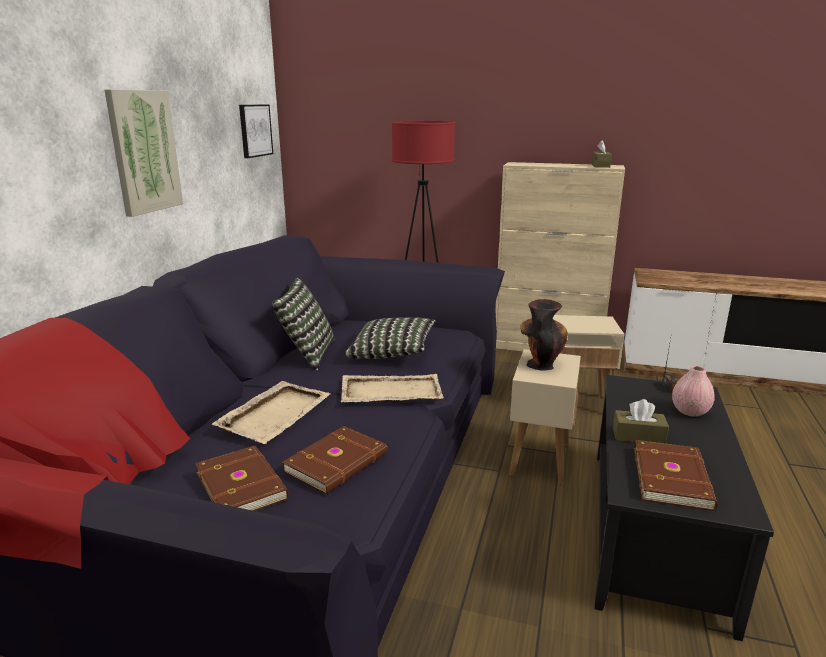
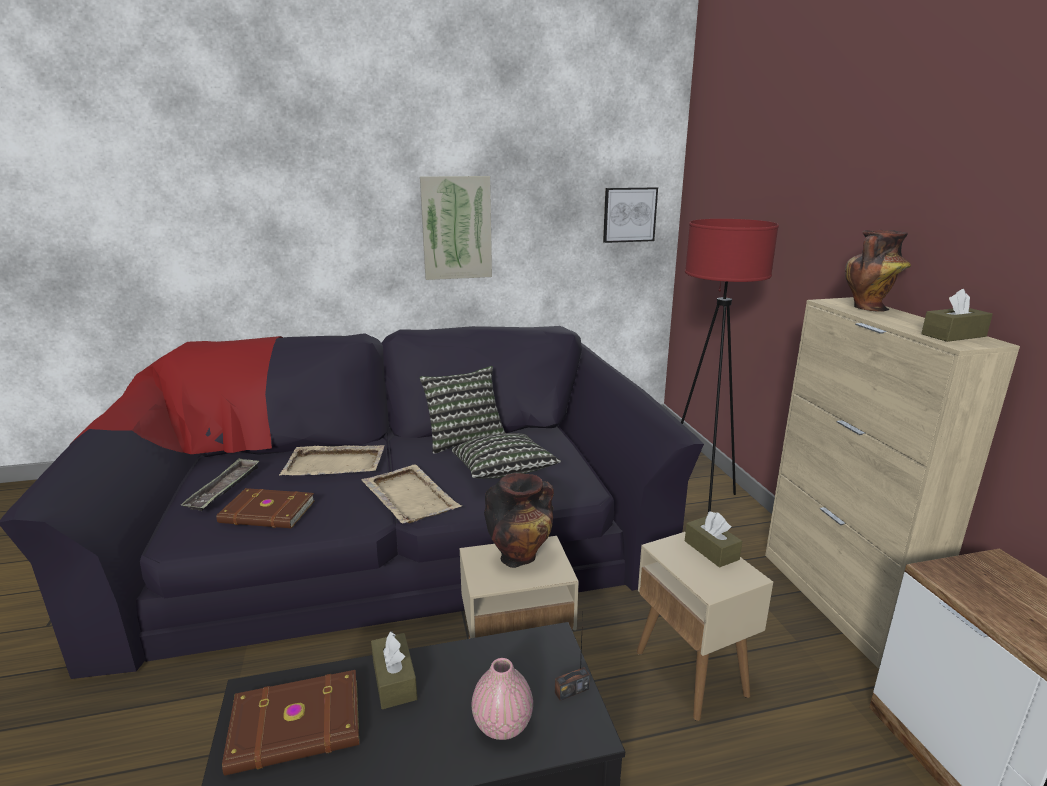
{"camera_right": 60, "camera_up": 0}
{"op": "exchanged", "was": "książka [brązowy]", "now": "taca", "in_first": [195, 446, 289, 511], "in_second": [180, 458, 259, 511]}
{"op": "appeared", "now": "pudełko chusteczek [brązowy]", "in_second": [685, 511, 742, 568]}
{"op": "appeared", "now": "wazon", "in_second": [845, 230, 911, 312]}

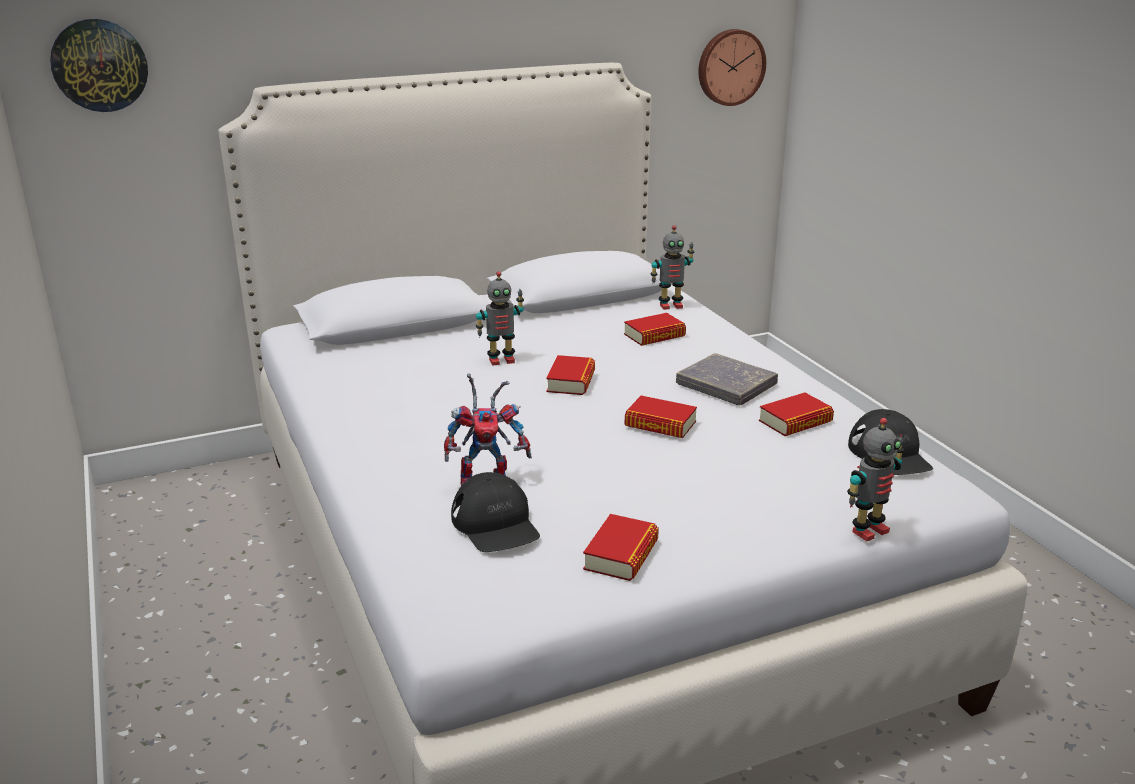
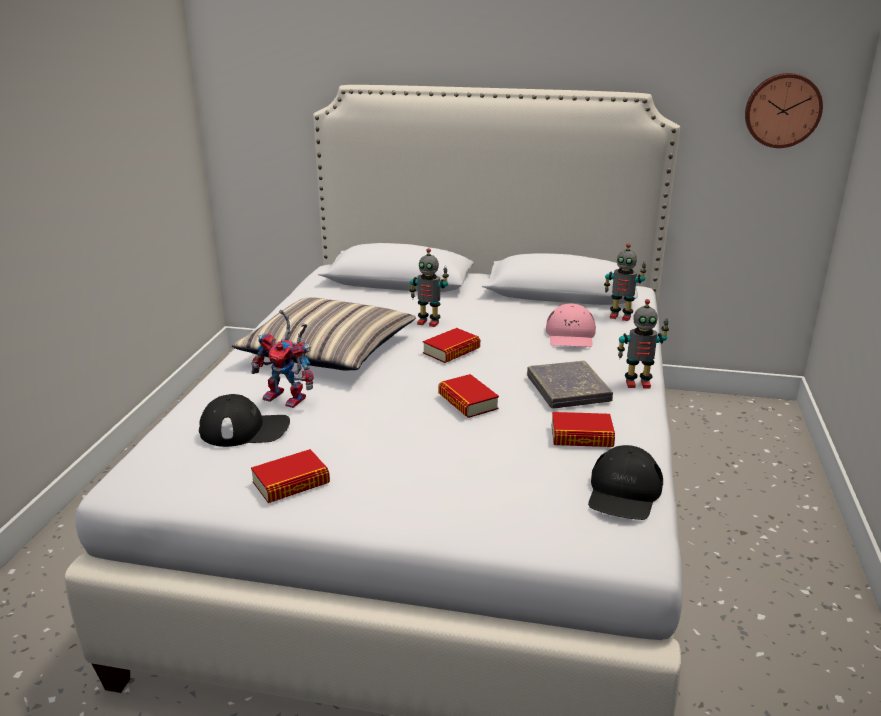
{"camera_right": 35, "camera_up": 0}
{"op": "missing", "was": "zegar ścienny", "in_first": [50, 19, 148, 112]}
{"op": "spun", "was": "czapka z daszkiem [czarny]", "in_first": [451, 472, 540, 552], "in_second": [199, 394, 290, 447], "clockwise": -105}
{"op": "exchanged", "was": "książka", "now": "czapka z daszkiem [różowy]", "in_first": [624, 313, 686, 346], "in_second": [546, 304, 596, 347]}
{"op": "relocated", "was": "robot zabawkowy", "in_first": [847, 418, 904, 541], "in_second": [617, 299, 669, 389]}
{"op": "appeared", "now": "poduszka", "in_second": [232, 297, 416, 371]}

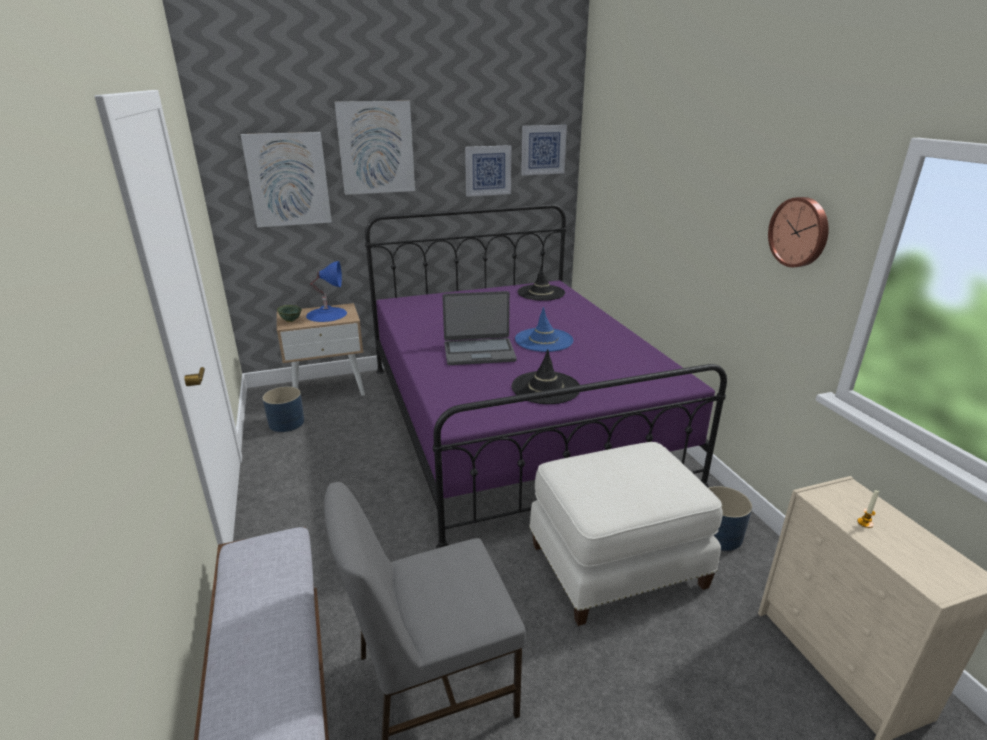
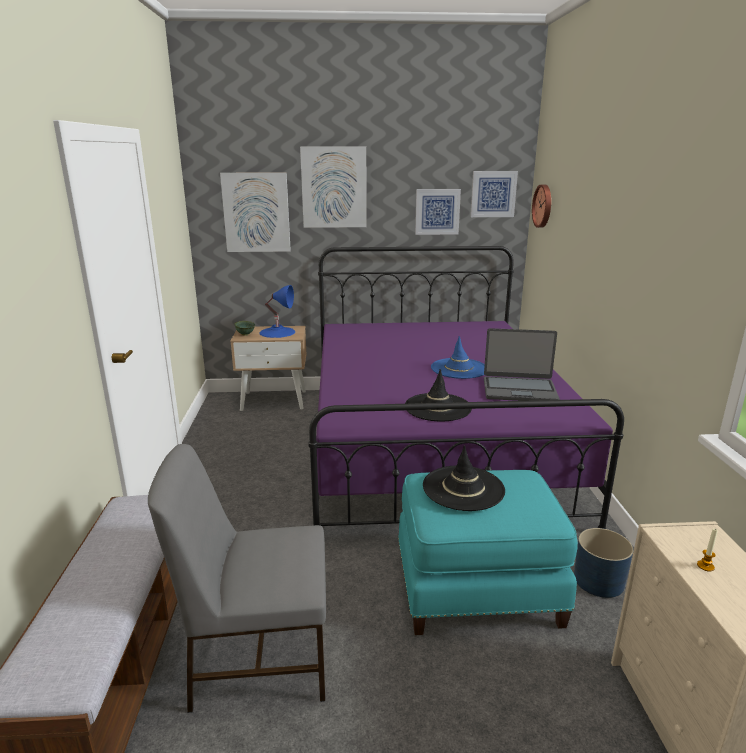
{"camera_right": 15, "camera_up": -5}
{"op": "missing", "was": "donica [niebieski]", "in_first": [262, 387, 304, 432]}
{"op": "relocated", "was": "laptop", "in_first": [442, 291, 517, 365], "in_second": [484, 328, 560, 401]}
{"op": "relocated", "was": "kapelusz [czarny]", "in_first": [517, 265, 565, 301], "in_second": [423, 445, 505, 511]}
{"op": "colour", "was": "pufa [biały]", "now": "pufa [turkusowy]", "in_first": [529, 442, 723, 626], "in_second": [398, 470, 578, 635]}
{"op": "relocated", "was": "zegar ścienny", "in_first": [768, 197, 829, 267], "in_second": [532, 185, 551, 228]}

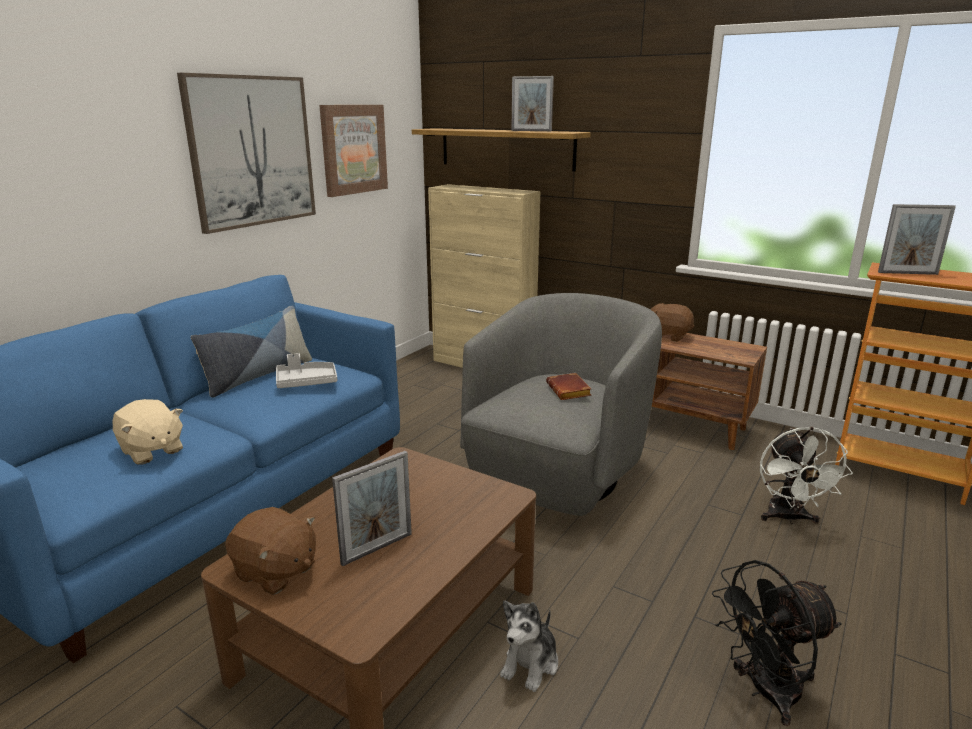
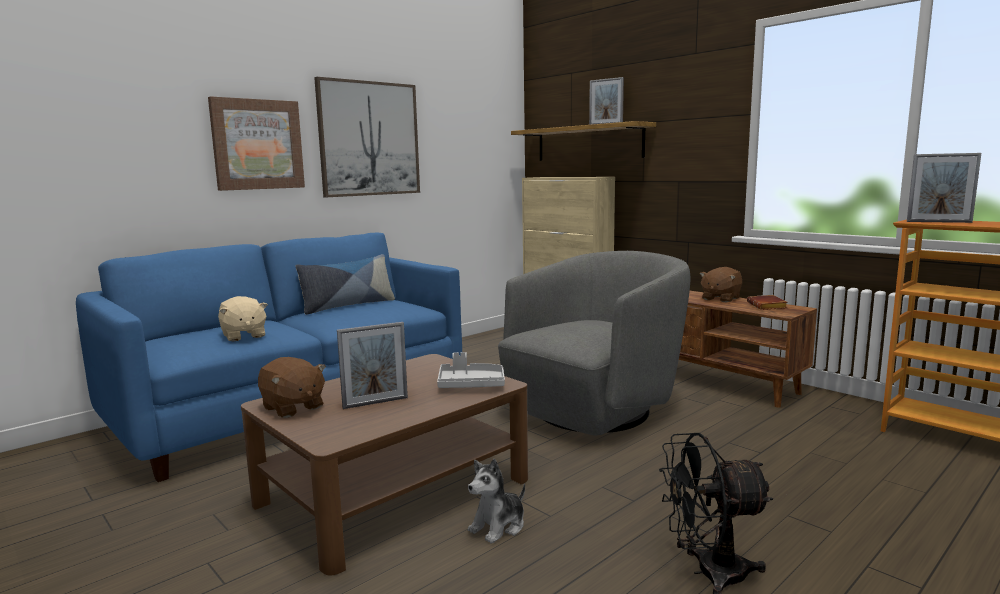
{"camera_right": 15, "camera_up": -10}
{"op": "relocated", "was": "taca [szary]", "in_first": [276, 353, 337, 388], "in_second": [437, 352, 505, 388]}
{"op": "relocated", "was": "obraz", "in_first": [319, 105, 388, 197], "in_second": [208, 96, 305, 191]}
{"op": "relocated", "was": "książka [brązowy]", "in_first": [546, 373, 591, 400], "in_second": [747, 295, 788, 310]}
{"op": "spun", "was": "pluszak [brązowy]", "in_first": [650, 303, 694, 342], "in_second": [700, 267, 742, 302], "clockwise": -90}
{"op": "missing", "was": "wentylator [biały]", "in_first": [760, 427, 853, 524]}

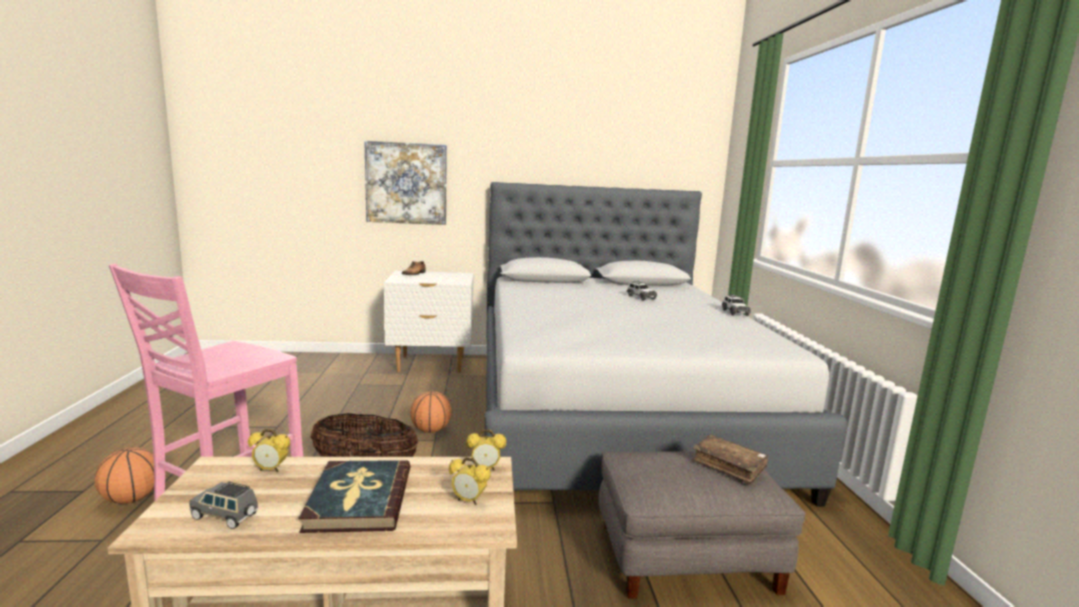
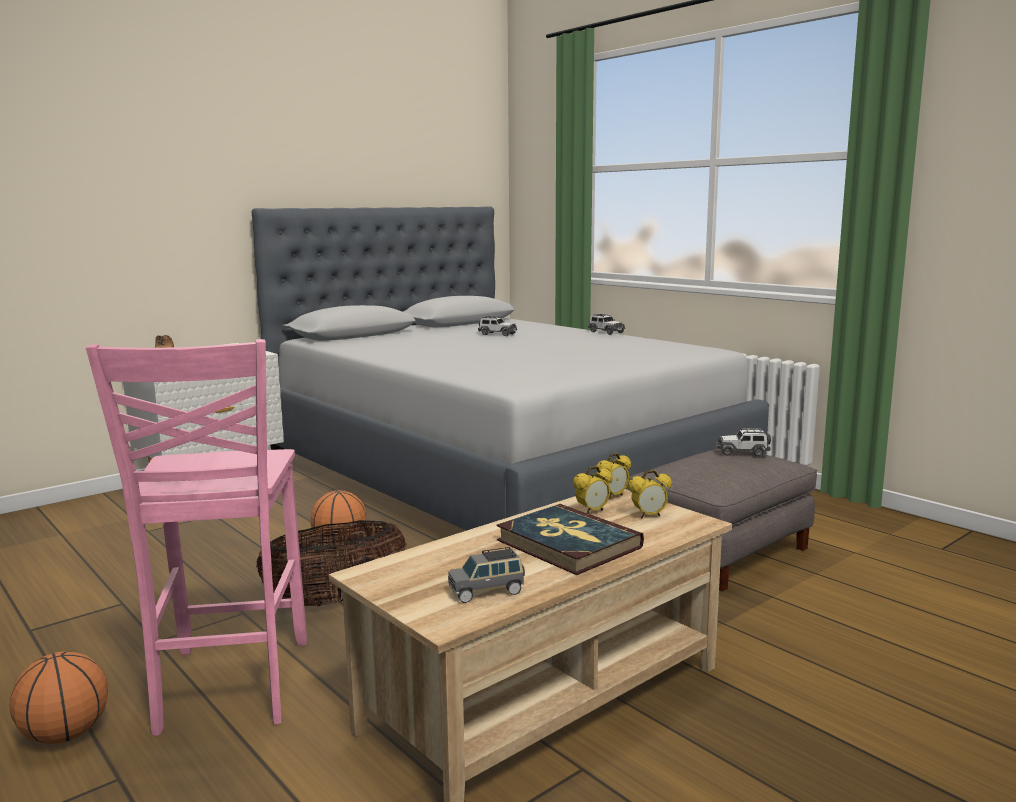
{"camera_right": -35, "camera_up": 0}
{"op": "relocated", "was": "budzik", "in_first": [248, 429, 290, 472], "in_second": [573, 465, 613, 513]}
{"op": "missing", "was": "obraz", "in_first": [364, 141, 447, 225]}
{"op": "exchanged", "was": "książka [brązowy]", "now": "samochodzik", "in_first": [691, 435, 768, 485], "in_second": [716, 428, 771, 456]}

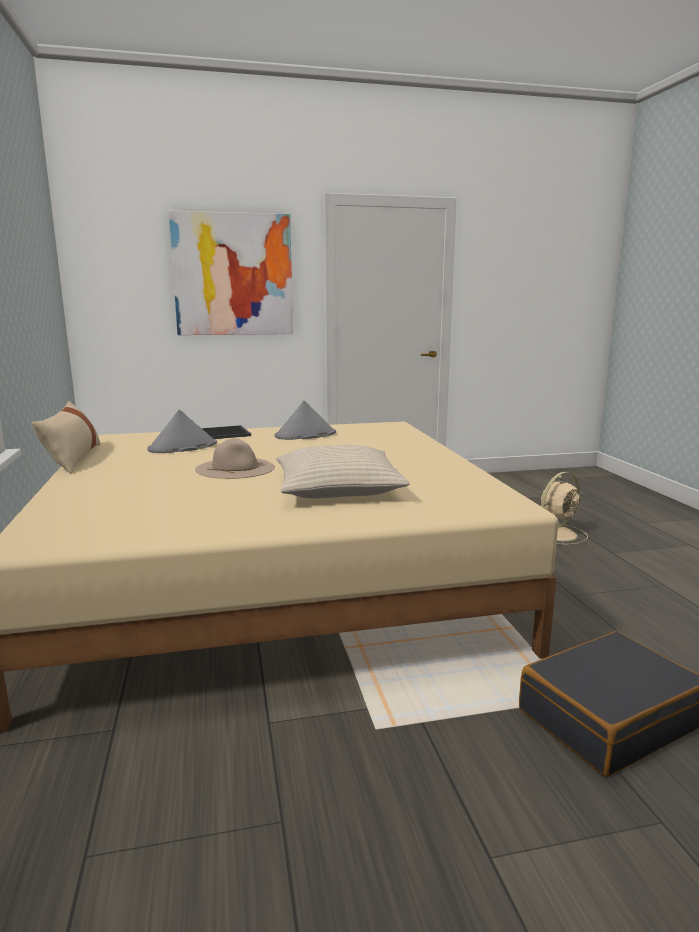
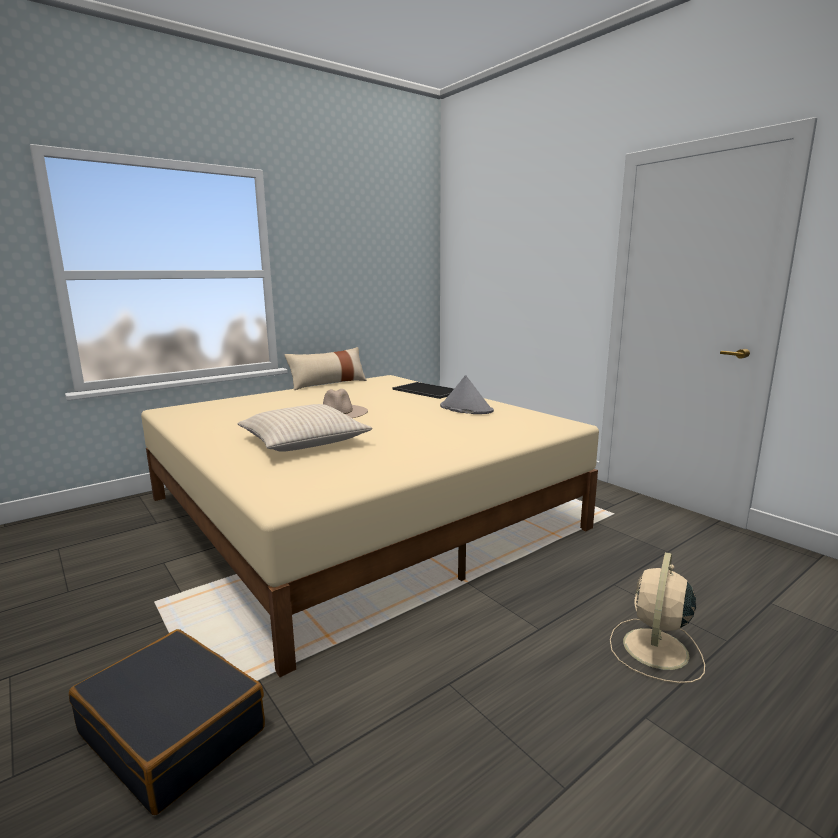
{"camera_right": 65, "camera_up": 0}
{"op": "missing", "was": "kapelusz [szary]", "in_first": [147, 410, 217, 453]}
{"op": "missing", "was": "obraz", "in_first": [169, 211, 293, 335]}
{"op": "spun", "was": "wentylator [beżowy]", "in_first": [541, 472, 588, 545], "in_second": [610, 552, 705, 683], "clockwise": 90}

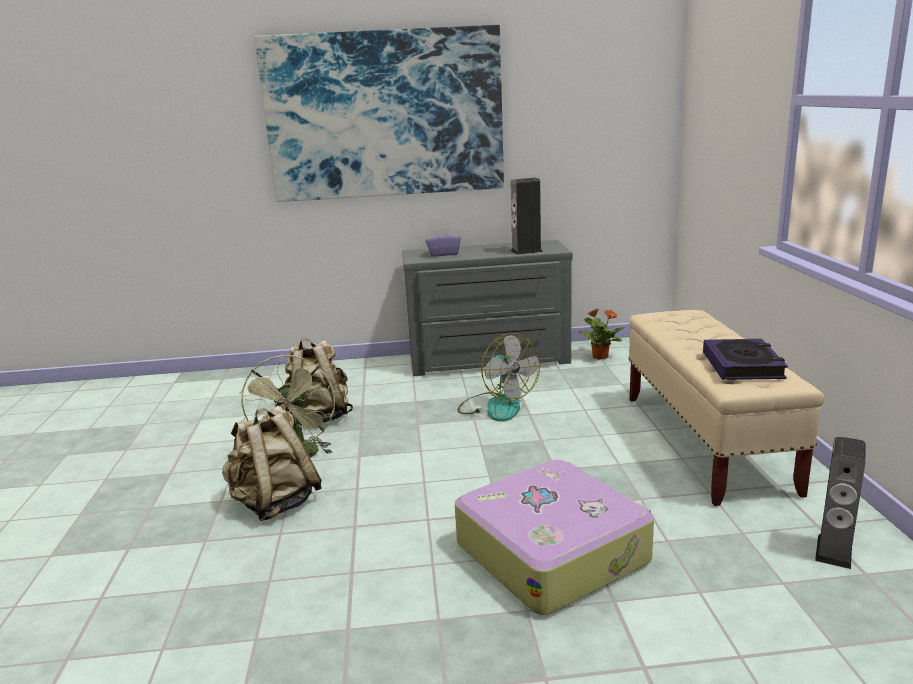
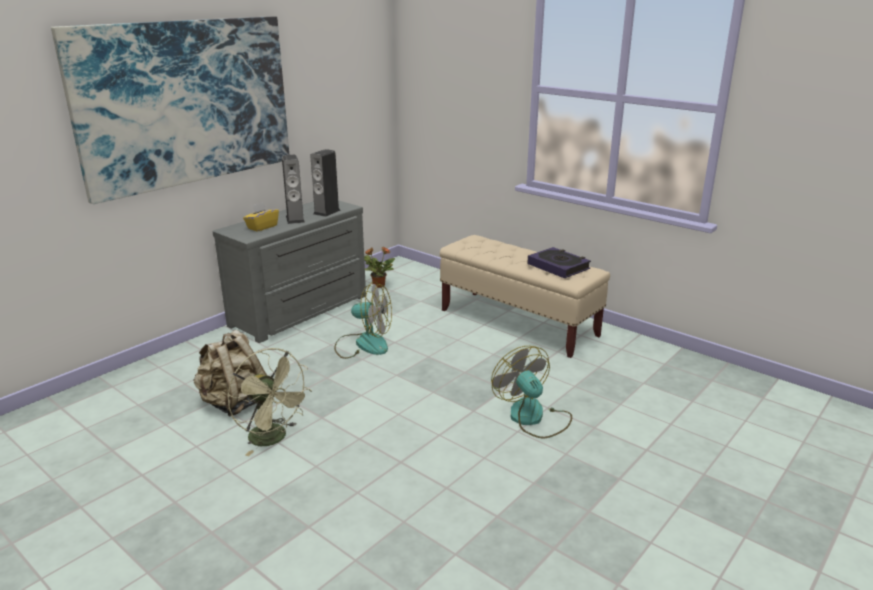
{"camera_right": -45, "camera_up": 5}
{"op": "missing", "was": "plecak [beżowy]", "in_first": [222, 406, 322, 521]}
{"op": "colour", "was": "pudełko chusteczek [fioletowy]", "now": "pudełko chusteczek [żółty]", "in_first": [426, 227, 461, 257], "in_second": [243, 202, 279, 232]}
{"op": "exchanged", "was": "walizka", "now": "wentylator", "in_first": [455, 460, 654, 615], "in_second": [491, 346, 572, 438]}
{"op": "relocated", "was": "głośnik", "in_first": [815, 437, 866, 569], "in_second": [282, 155, 305, 224]}

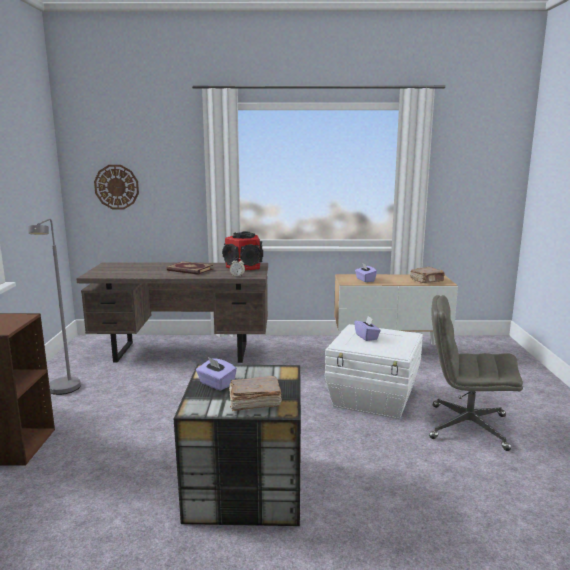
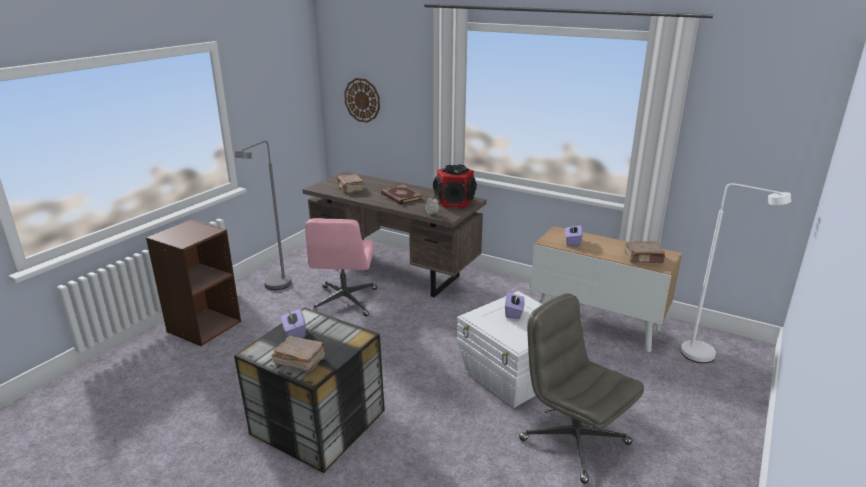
{"camera_right": 30, "camera_up": 10}
{"op": "appeared", "now": "krzesło biurowe [różowy]", "in_second": [305, 218, 377, 316]}
{"op": "appeared", "now": "książka [brązowy]", "in_second": [337, 174, 365, 194]}
{"op": "appeared", "now": "lampa stojąca [biały]", "in_second": [681, 183, 791, 363]}

